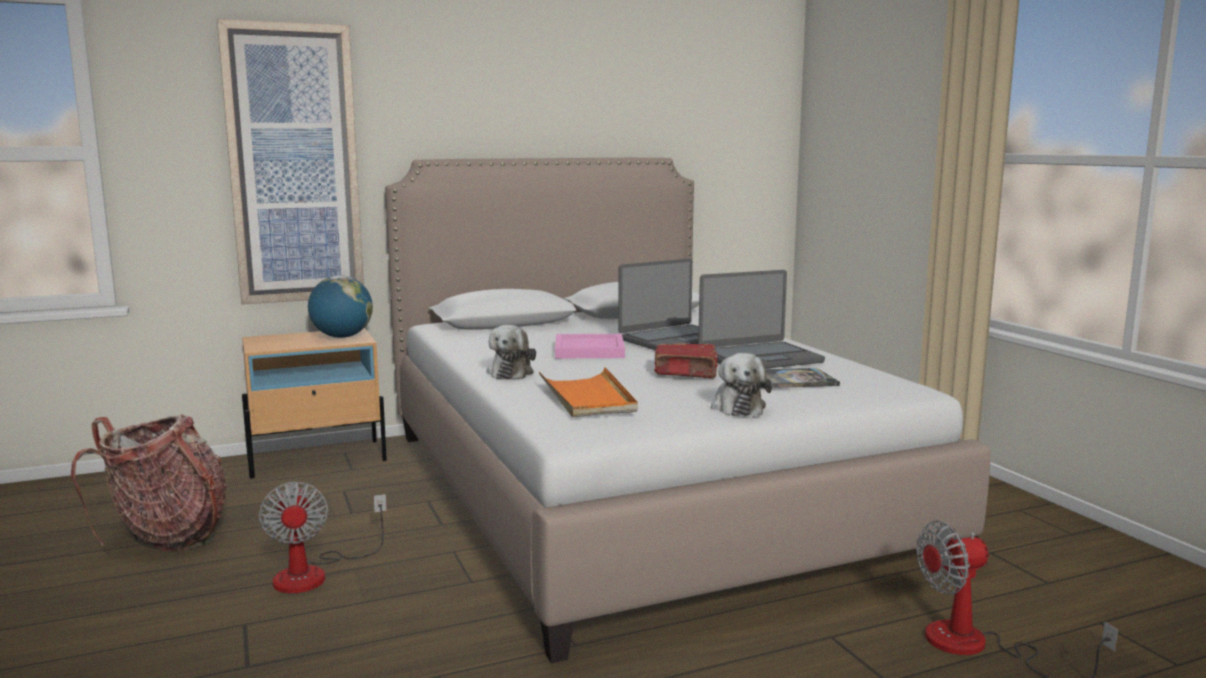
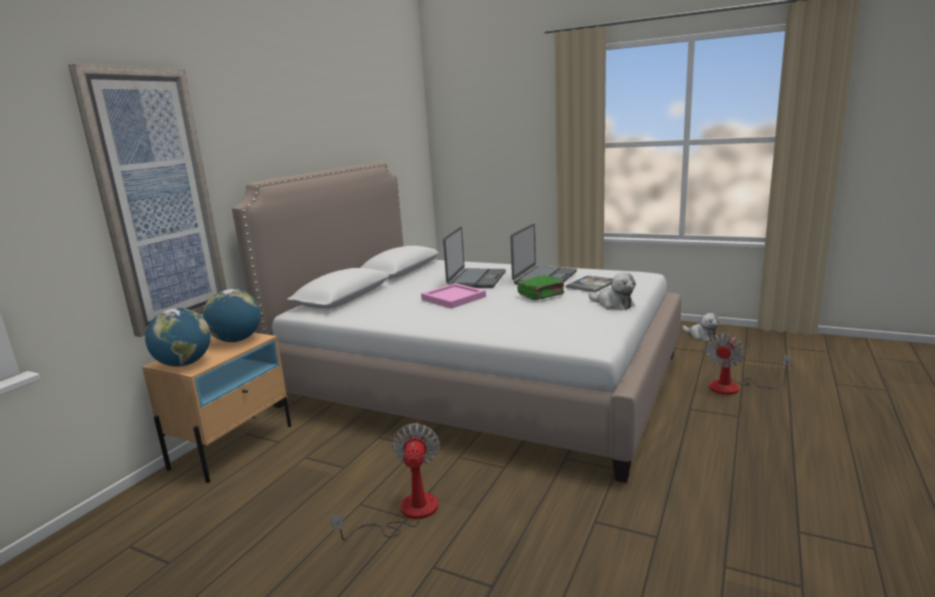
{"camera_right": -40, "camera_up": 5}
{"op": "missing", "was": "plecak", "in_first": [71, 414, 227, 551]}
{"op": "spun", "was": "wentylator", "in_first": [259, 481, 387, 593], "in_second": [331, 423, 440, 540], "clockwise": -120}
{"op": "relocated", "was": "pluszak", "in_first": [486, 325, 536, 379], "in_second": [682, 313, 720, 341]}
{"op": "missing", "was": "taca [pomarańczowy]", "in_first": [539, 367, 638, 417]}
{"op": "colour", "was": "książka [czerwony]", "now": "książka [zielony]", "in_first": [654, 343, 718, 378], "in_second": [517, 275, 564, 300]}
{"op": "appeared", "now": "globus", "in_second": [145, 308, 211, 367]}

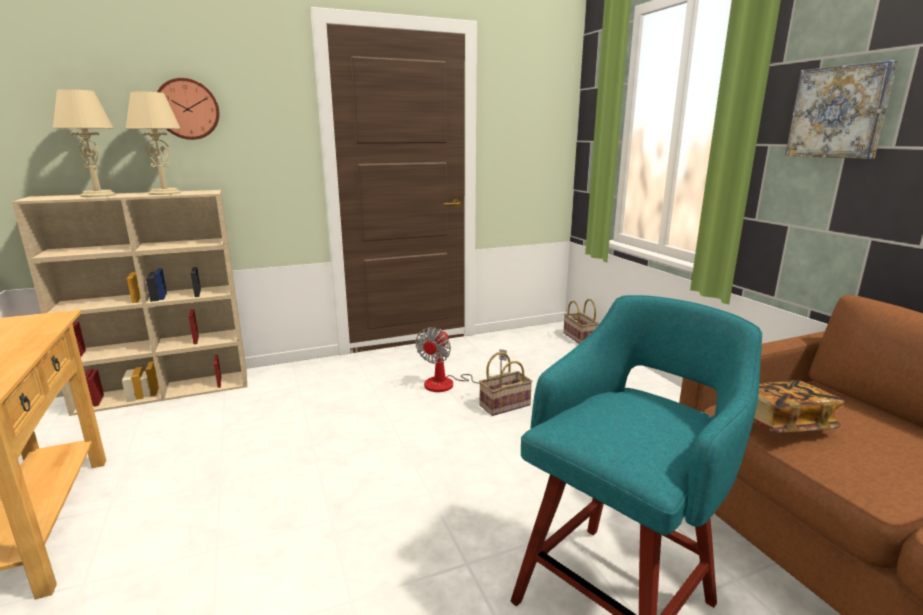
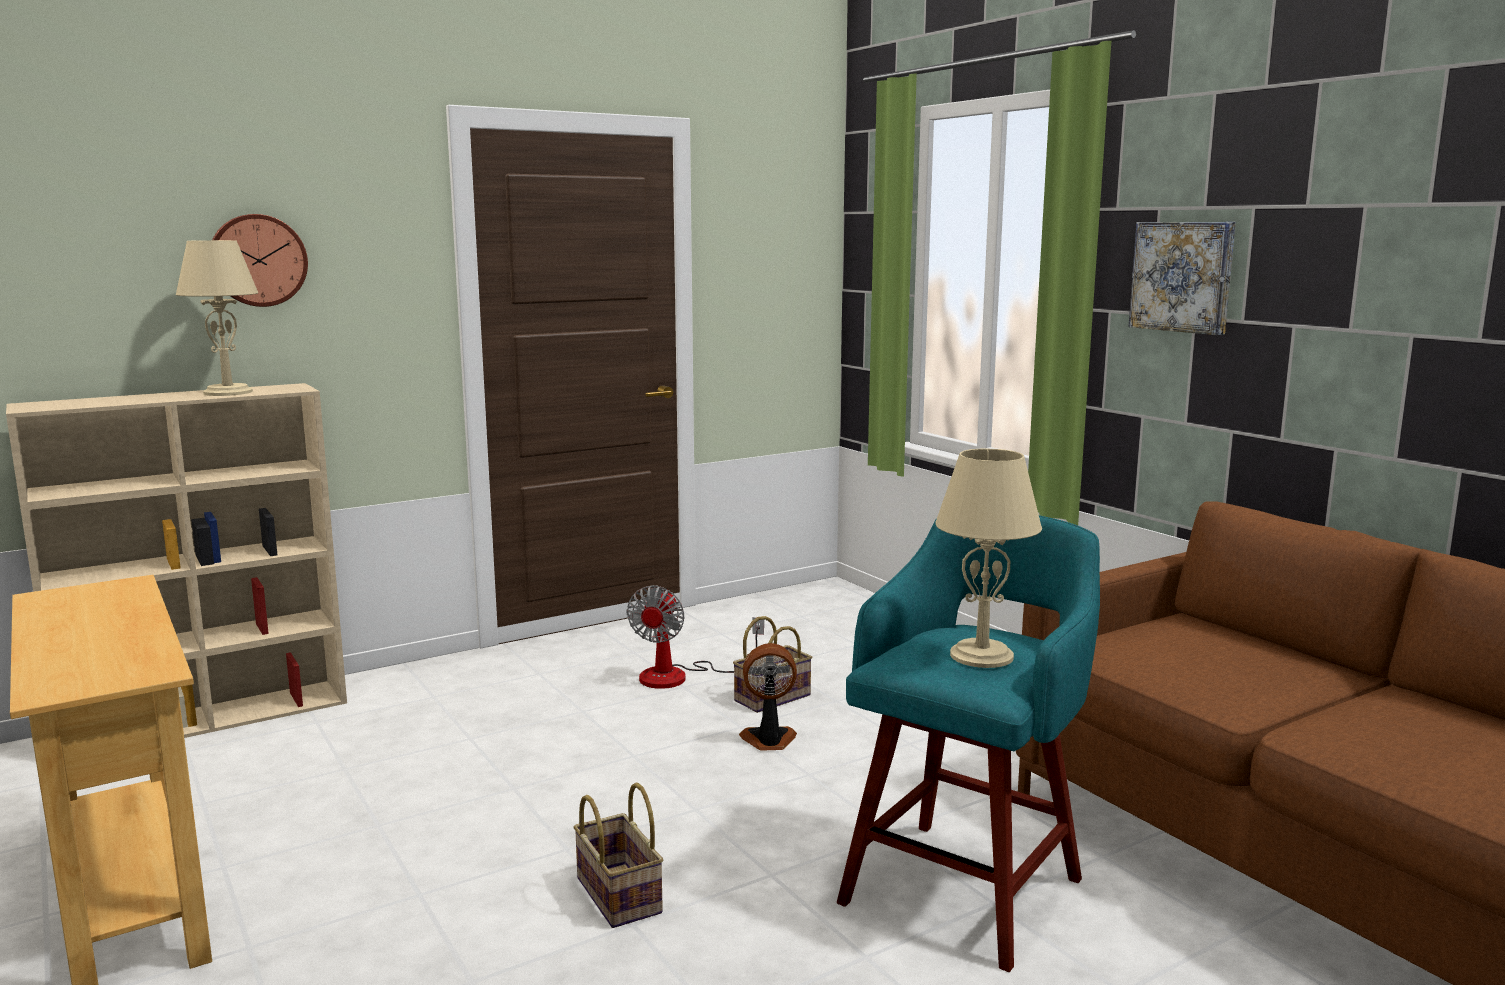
{"camera_right": -10, "camera_up": -5}
{"op": "relocated", "was": "lampa stołowa [beżowy]", "in_first": [53, 89, 116, 197], "in_second": [935, 448, 1042, 668]}
{"op": "relocated", "was": "koszyk", "in_first": [563, 299, 599, 344], "in_second": [574, 782, 663, 928]}
{"op": "missing", "was": "książka", "in_first": [753, 380, 845, 432]}
{"op": "appeared", "now": "wentylator", "in_second": [739, 643, 797, 751]}

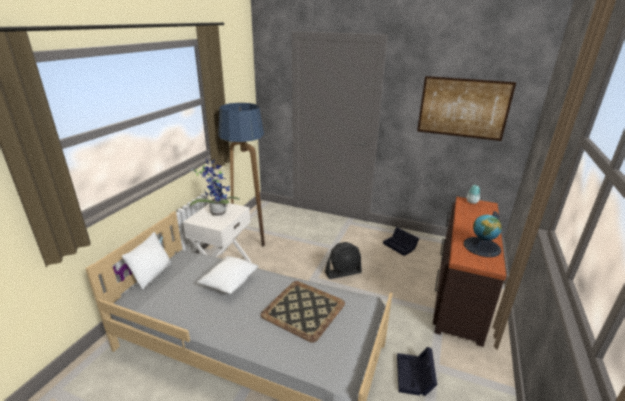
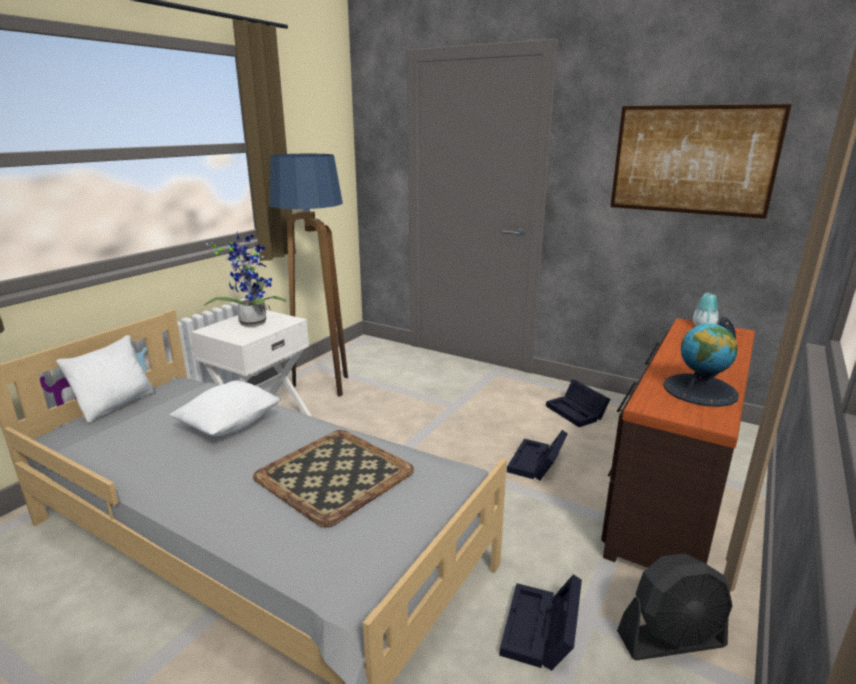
{"camera_right": 10, "camera_up": -5}
{"op": "relocated", "was": "wentylator [czarny]", "in_first": [325, 242, 362, 279], "in_second": [617, 553, 732, 660]}
{"op": "appeared", "now": "pojemnik do przechowywania [czarny]", "in_second": [507, 430, 568, 481]}

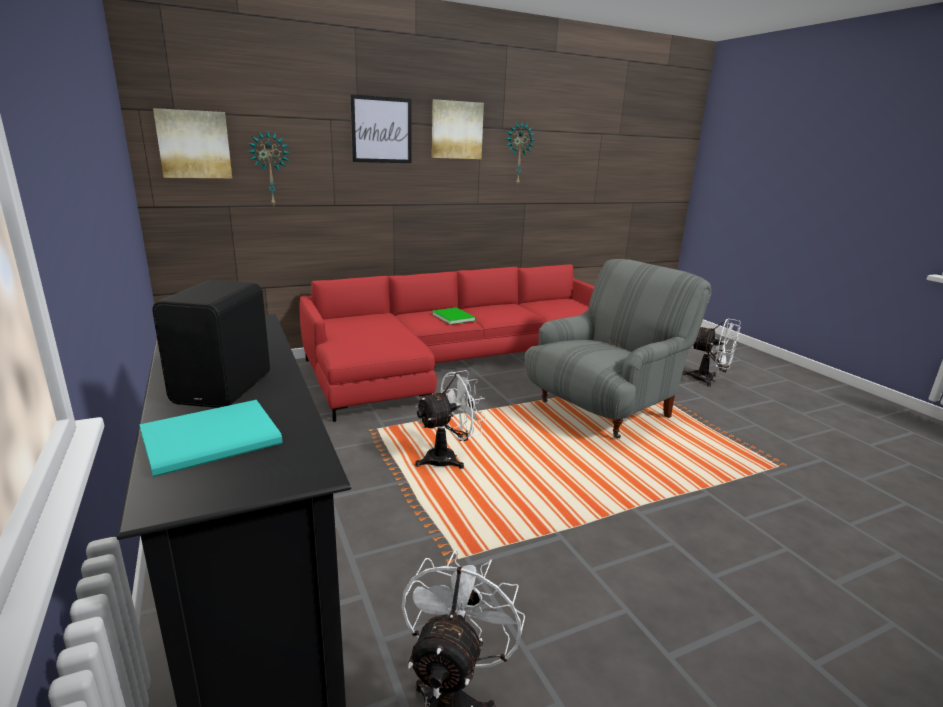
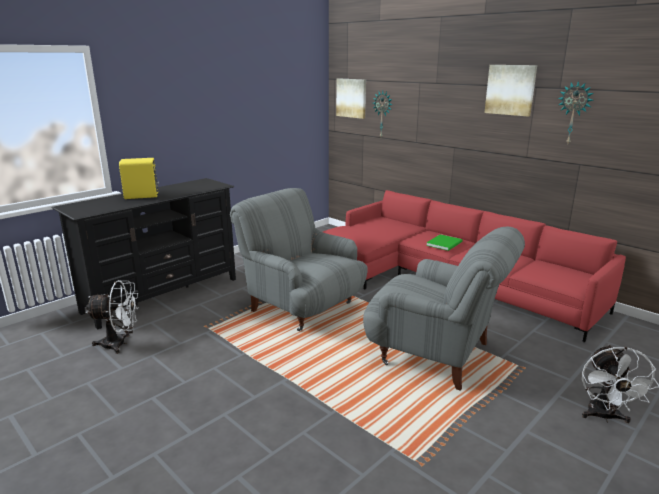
{"camera_right": 70, "camera_up": 0}
{"op": "missing", "was": "książka [turkusowy]", "in_first": [139, 400, 282, 477]}
{"op": "colour", "was": "głośnik [czarny]", "now": "głośnik [żółty]", "in_first": [152, 280, 270, 408], "in_second": [119, 158, 159, 199]}
{"op": "missing", "was": "obraz", "in_first": [350, 94, 412, 163]}
{"op": "exchanged", "was": "wentylator [biały]", "now": "fotel [szary]", "in_first": [415, 370, 487, 469], "in_second": [230, 188, 368, 331]}

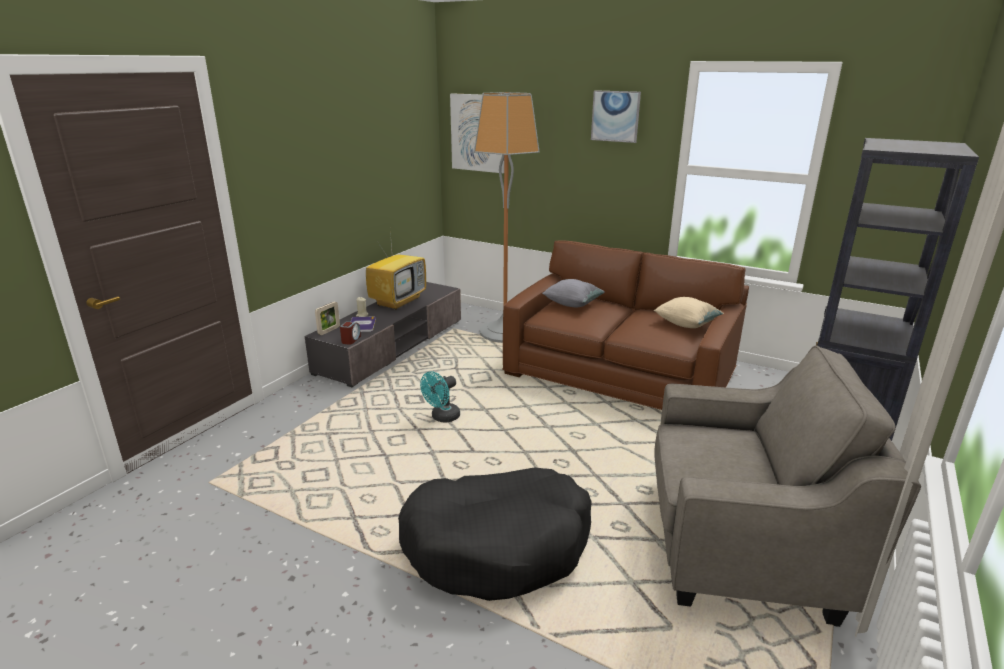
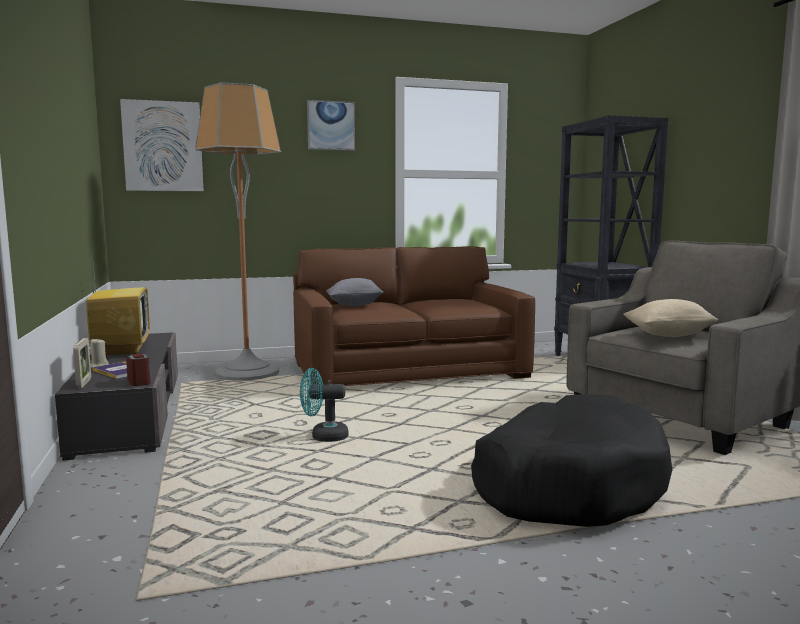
{"camera_right": -45, "camera_up": -15}
{"op": "spun", "was": "wentylator [turkusowy]", "in_first": [420, 371, 460, 423], "in_second": [300, 368, 348, 442], "clockwise": 90}
{"op": "relocated", "was": "poduszka [beżowy]", "in_first": [654, 297, 724, 328], "in_second": [623, 299, 718, 337]}

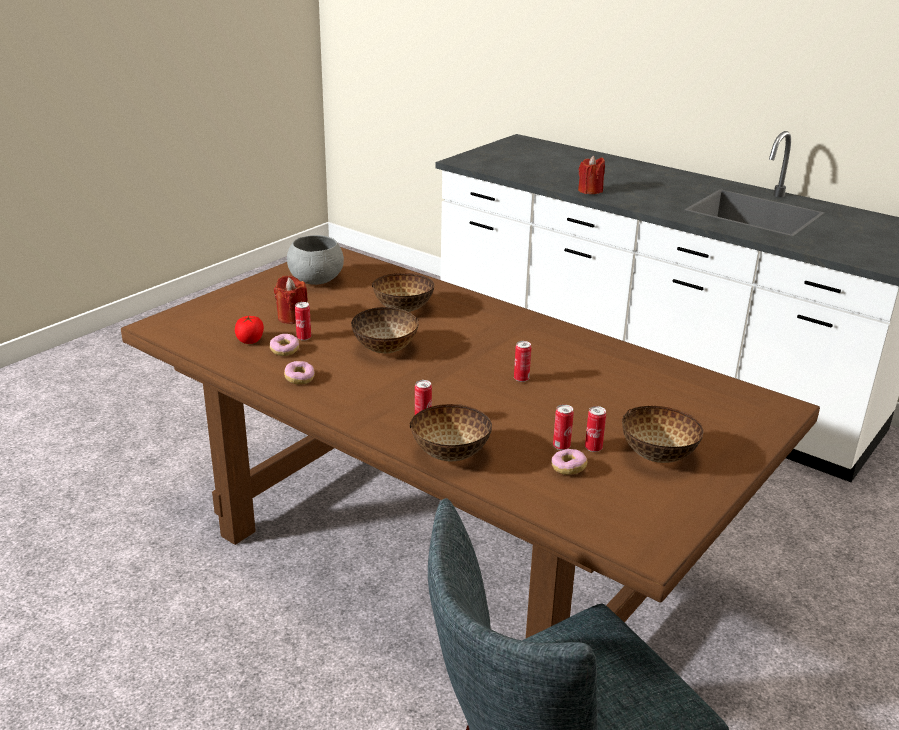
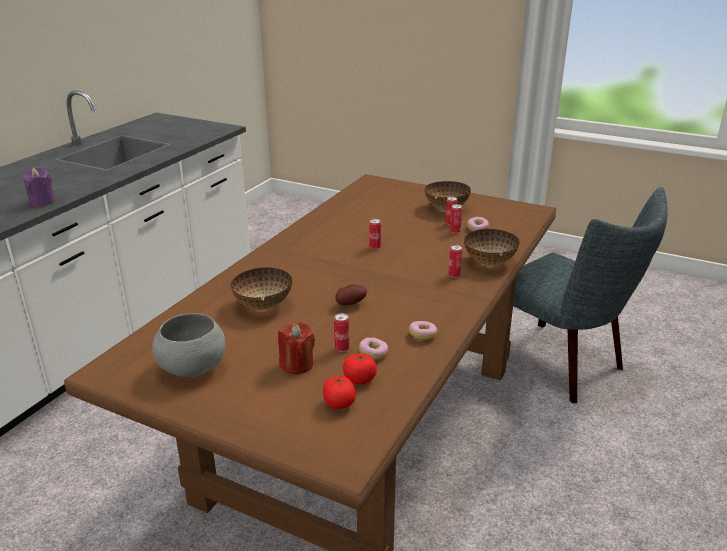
{"camera_right": -100, "camera_up": 0}
{"op": "exchanged", "was": "miska", "now": "ziemniak", "in_first": [351, 307, 419, 353], "in_second": [336, 284, 367, 306]}
{"op": "colour", "was": "świeca [czerwony]", "now": "świeca [fioletowy]", "in_first": [578, 155, 605, 194], "in_second": [22, 167, 56, 207]}
{"op": "appeared", "now": "pomidor", "in_second": [323, 376, 356, 409]}

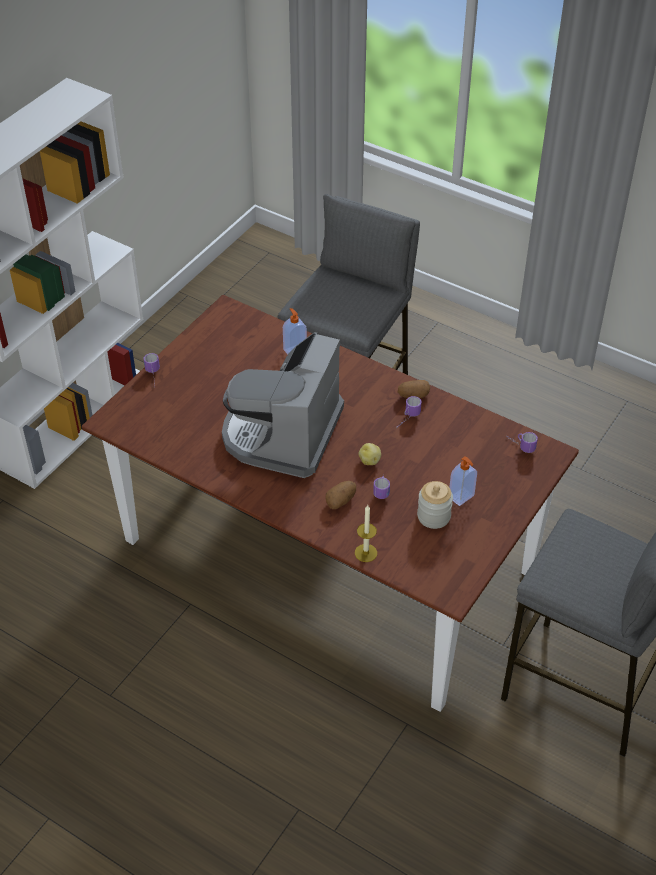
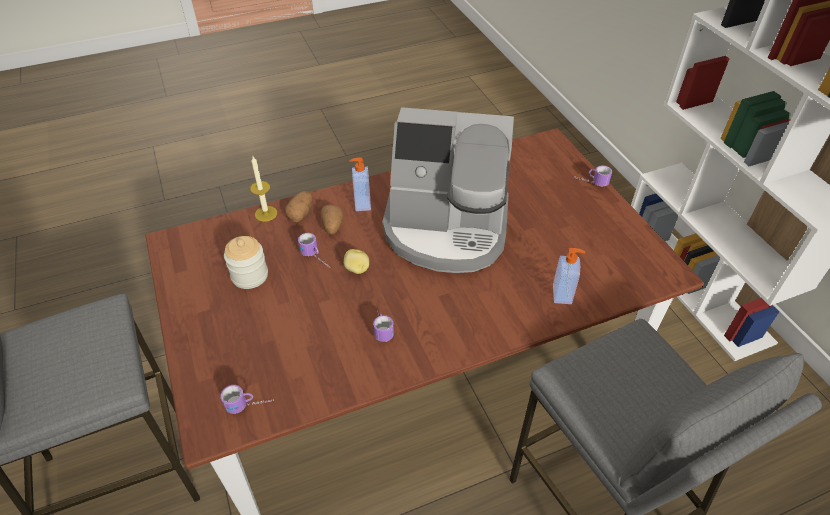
{"camera_right": 125, "camera_up": 0}
{"op": "spun", "was": "ekspres do kawy", "in_first": [222, 332, 344, 478], "in_second": [382, 107, 514, 273], "clockwise": 135}
{"op": "relocated", "was": "ziemniak", "in_first": [398, 380, 430, 398], "in_second": [285, 191, 313, 222]}
{"op": "relocated", "was": "dozownik mydła", "in_first": [449, 456, 477, 506], "in_second": [349, 158, 371, 211]}

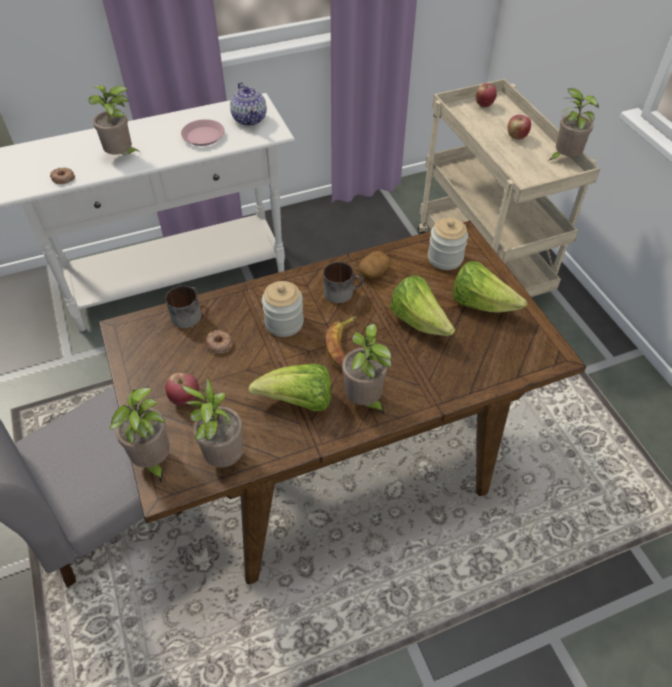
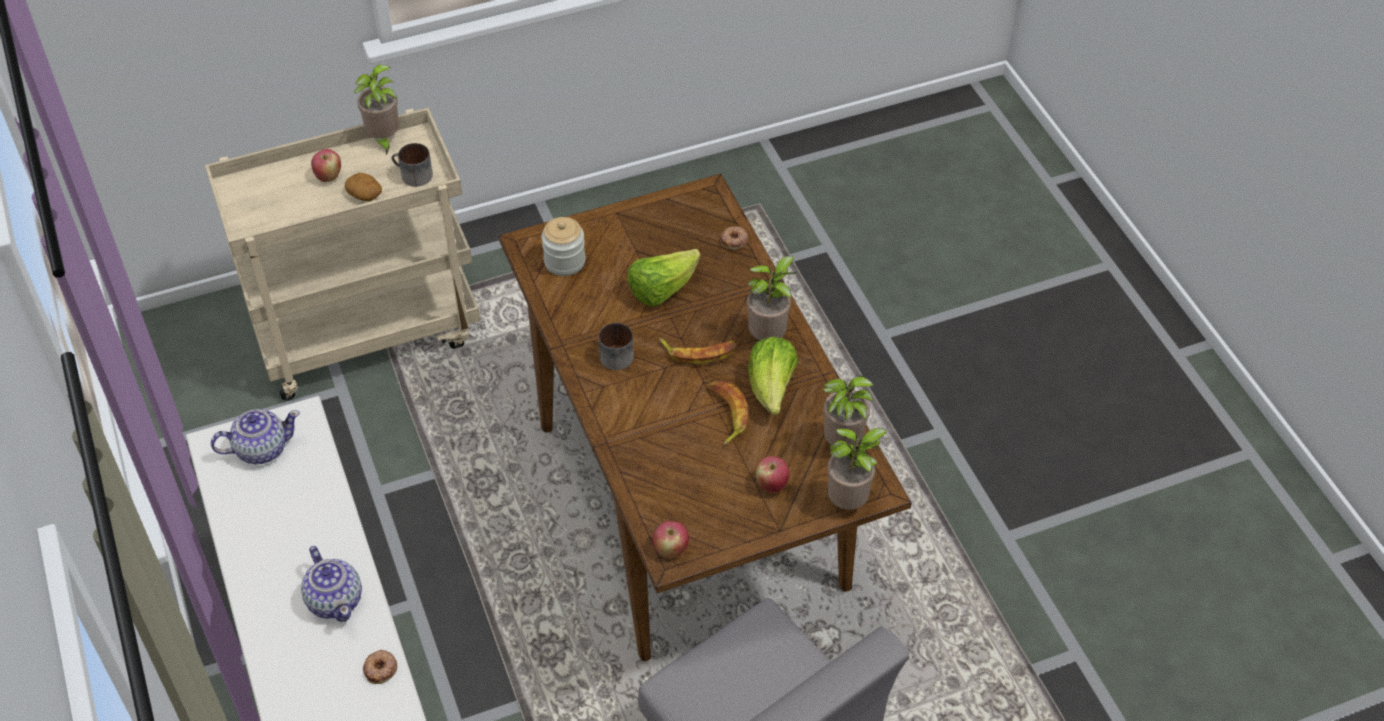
{"camera_right": -90, "camera_up": 0}
{"op": "exchanged", "was": "roślina doniczkowa", "now": "imbryk", "in_first": [89, 86, 142, 155], "in_second": [301, 546, 362, 622]}
{"op": "relocated", "was": "kubek", "in_first": [166, 286, 201, 328], "in_second": [392, 143, 433, 187]}
{"op": "missing", "was": "talerz [różowy]", "in_first": [181, 119, 225, 146]}
{"op": "relocated", "was": "donut", "in_first": [206, 330, 233, 354], "in_second": [720, 226, 748, 250]}
{"op": "missing", "was": "słoik", "in_first": [262, 281, 304, 337]}
{"op": "relocated", "was": "ziemniak", "in_first": [358, 251, 390, 278], "in_second": [345, 173, 382, 201]}
{"op": "missing", "was": "sałata", "in_first": [452, 261, 527, 313]}
{"op": "relocated", "was": "jabłko", "in_first": [476, 83, 497, 108], "in_second": [653, 521, 689, 558]}
{"op": "appeared", "now": "banan", "in_second": [707, 380, 749, 446]}

